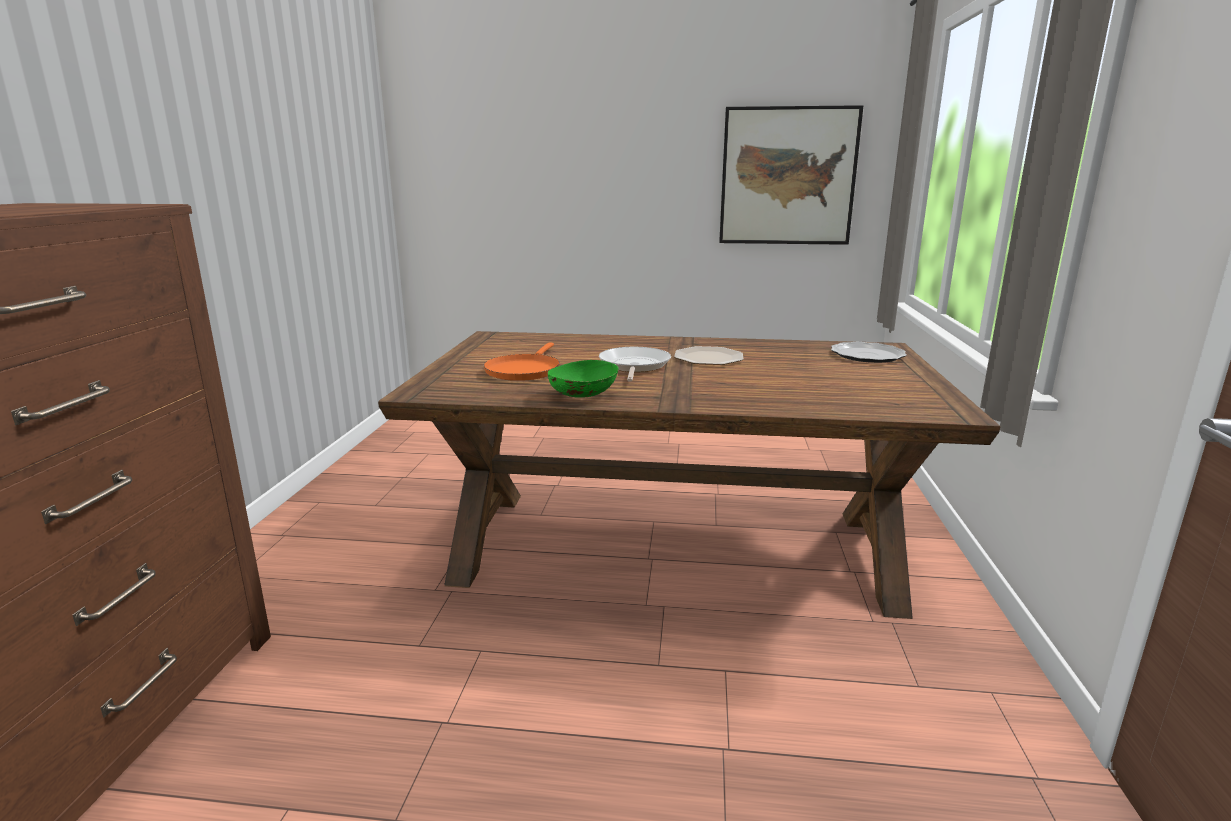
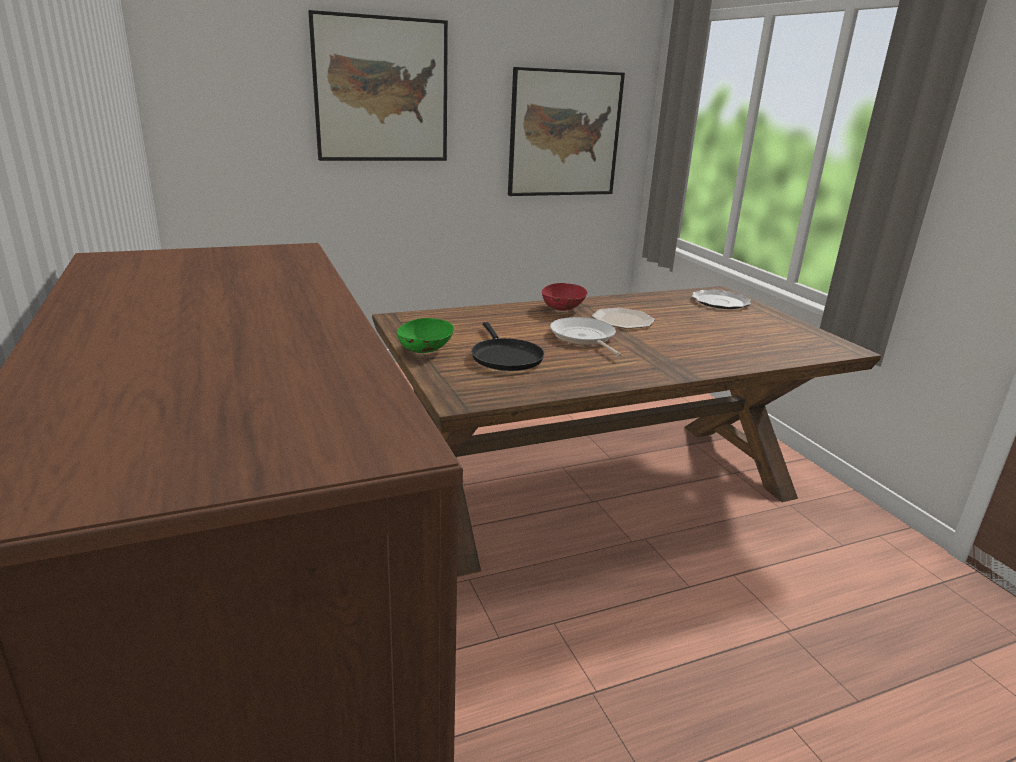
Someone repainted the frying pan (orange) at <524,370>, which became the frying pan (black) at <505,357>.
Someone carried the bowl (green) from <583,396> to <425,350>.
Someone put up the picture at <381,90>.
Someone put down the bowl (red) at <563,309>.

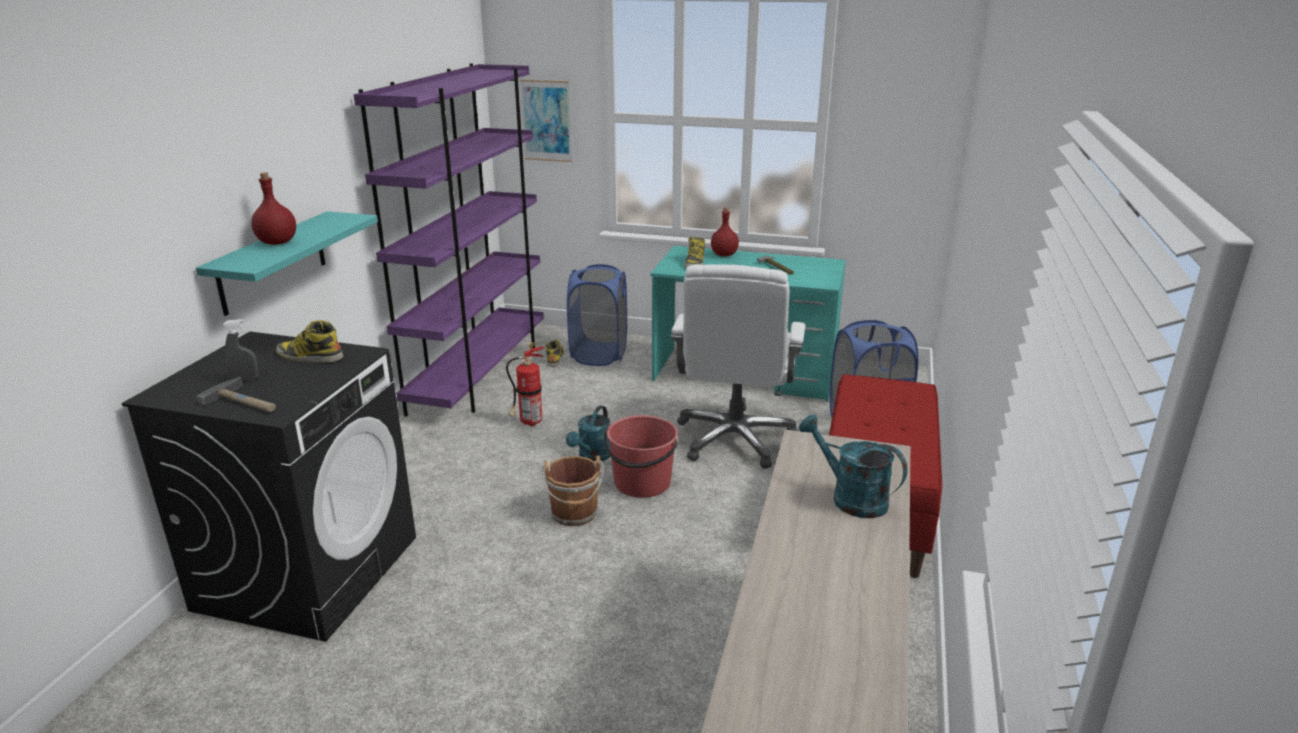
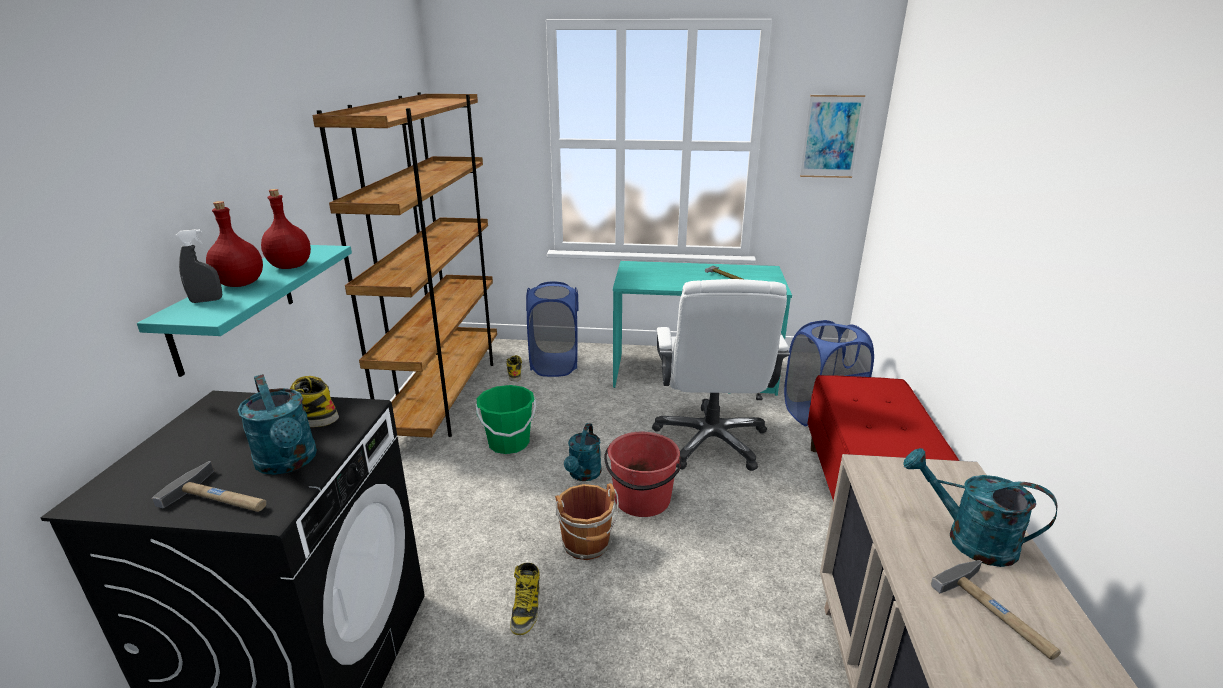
Someone carried the spray bottle (grey) from <245,379> to <207,300>.
Someone repainted the bookcase (purple) at <479,375>, which became the bookcase (brown) at <446,395>.
Someone swapped the fire extinguisher at <528,423> for the bucket (green) at <509,443>.
Someone carried the picture from <546,121> to <831,137>.
Someone carried the boot from <694,263> to <526,607>.
Someone carried the bottle (red) from <724,254> to <291,266>.
Someone put down the watering can (turquoise) at <289,462>.
Someone put down the hammer at <999,613>.

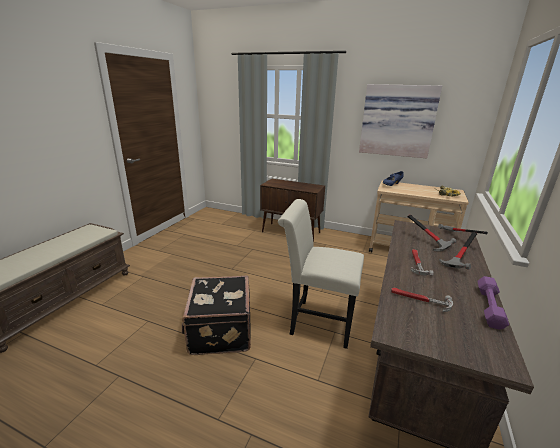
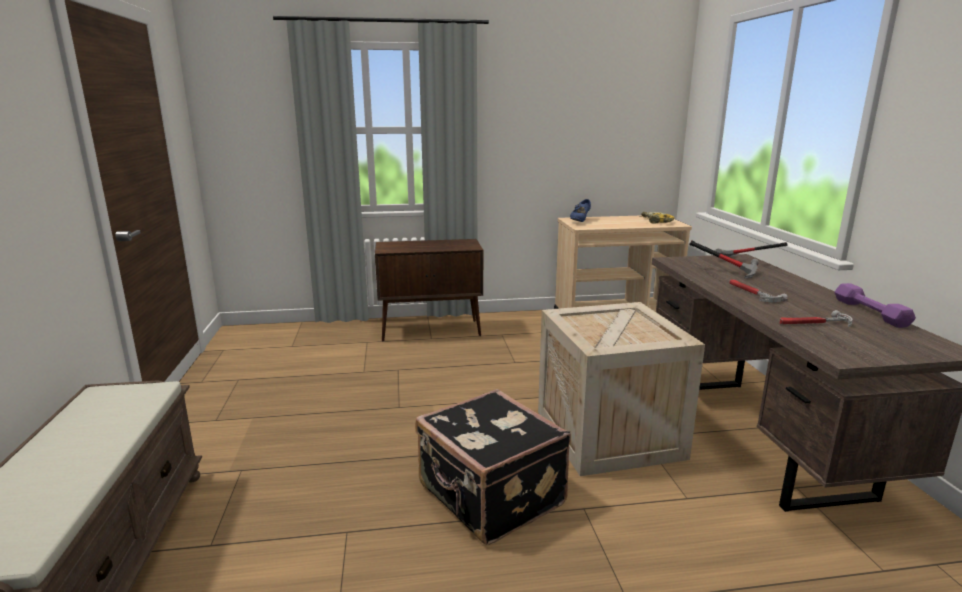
Someone swapped the chair (white) at <317,321> for the crate at <606,433>.
Someone took away the picture at <397,121>.
Someone took away the hammer at <461,262>.

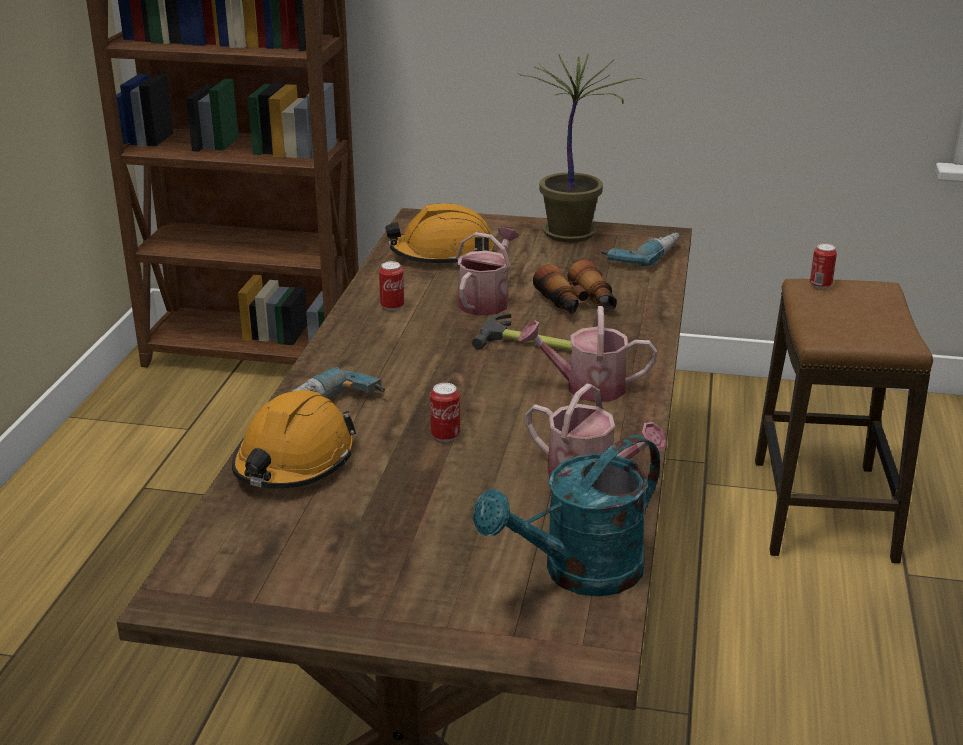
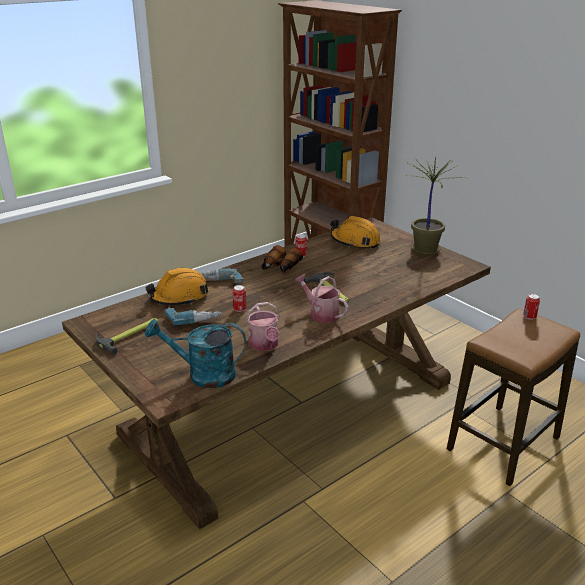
Someone took away the watering can at <486,300>.
Someone carried the binoculars from <578,305> to <280,267>.
Someone carried the power drill from <642,255> to <193,318>.
Someone put down the hammer at <130,335>.

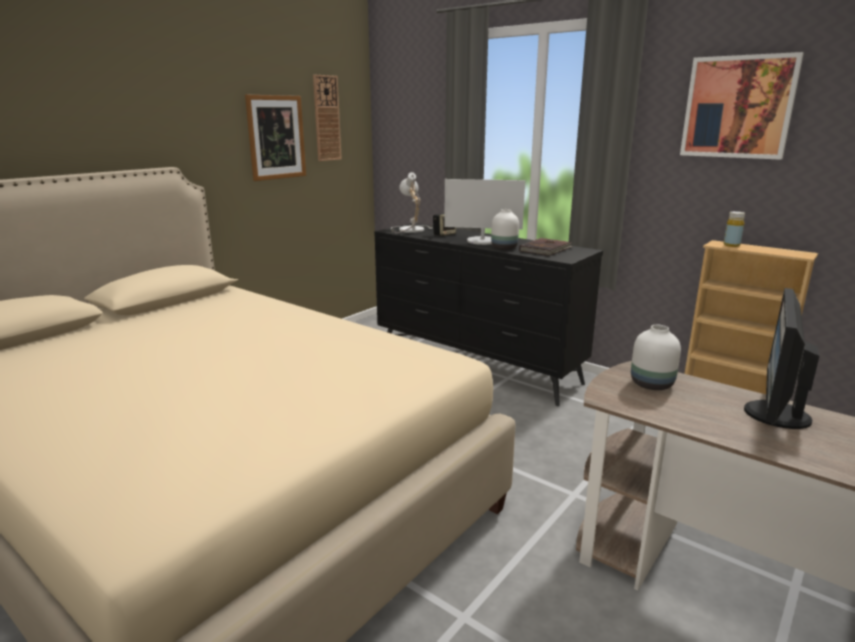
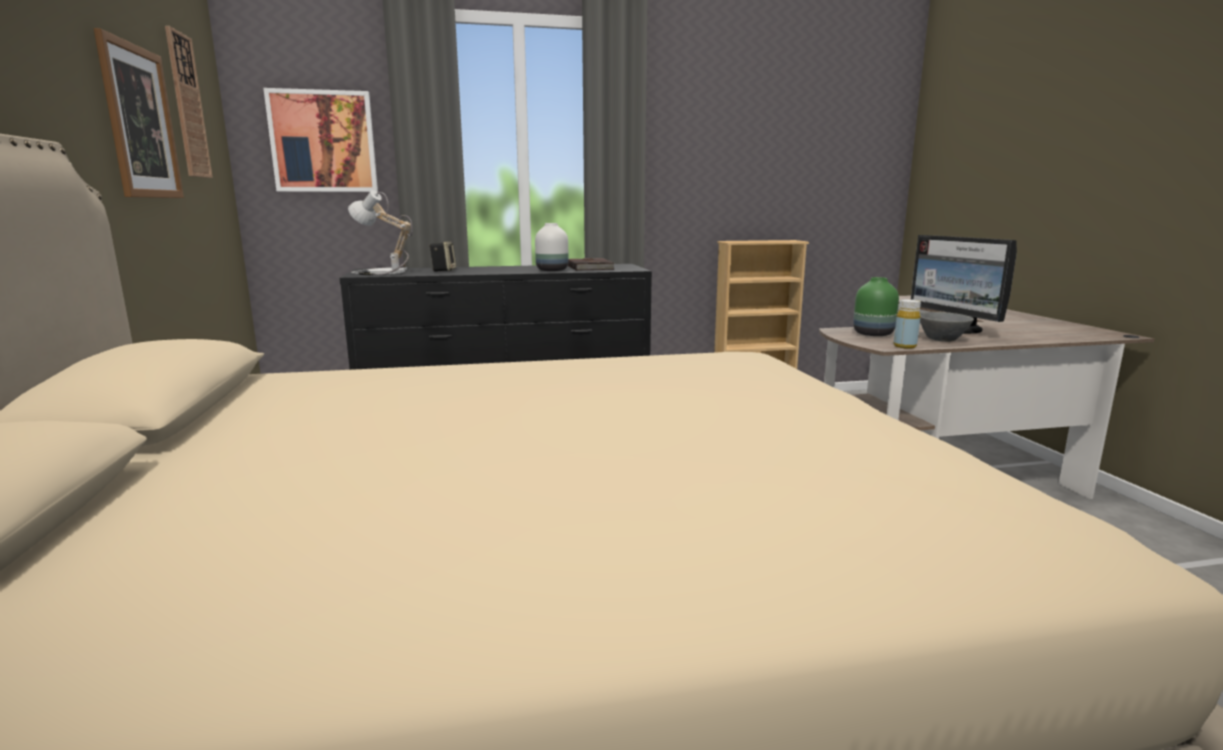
Someone took away the monitor at <482,241>.
Someone repainted the vase (white) at <650,384>, which became the vase (green) at <872,334>.
Someone carried the picture from <738,107> to <323,142>.
Someone carried the bottle (yellow) from <731,245> to <904,346>.
Someone put down the bowl (grey) at <941,339>.

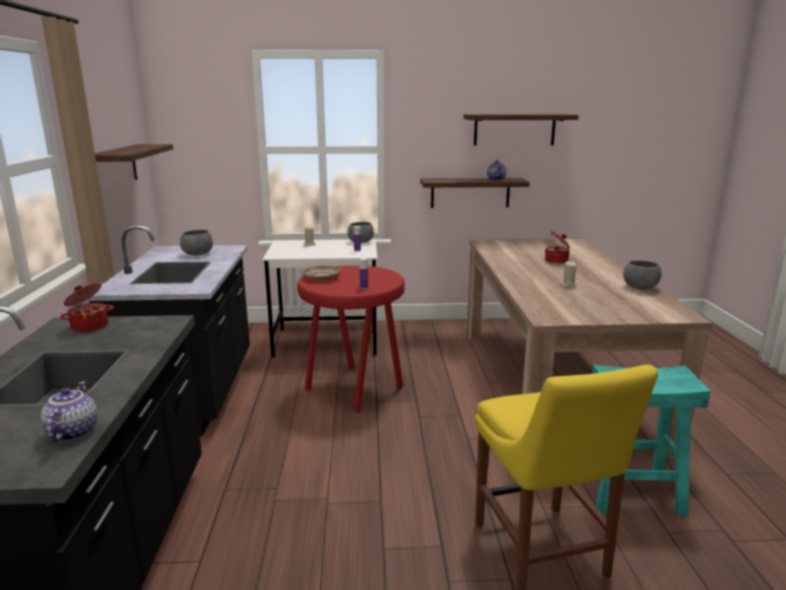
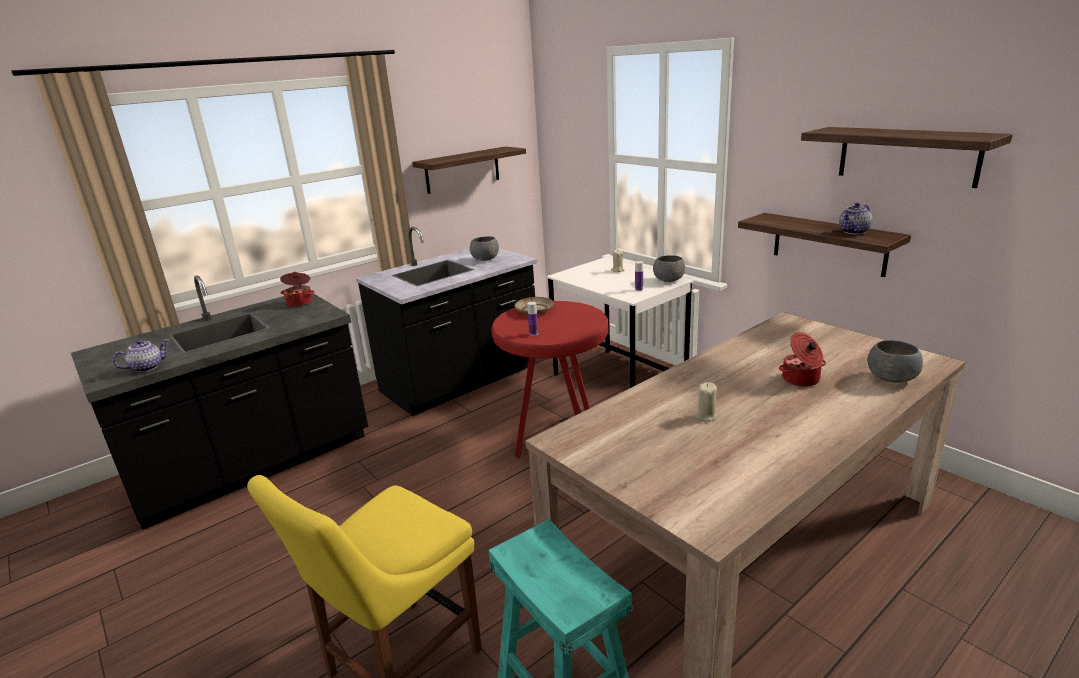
Someone carried the bowl (grey) from <640,287> to <892,378>.

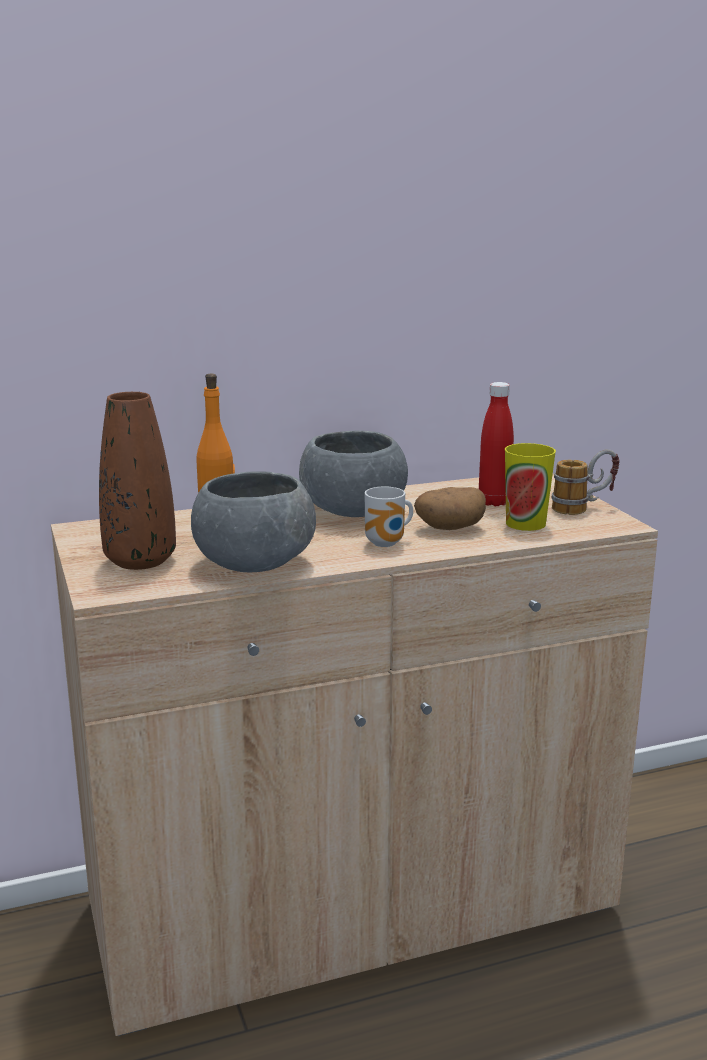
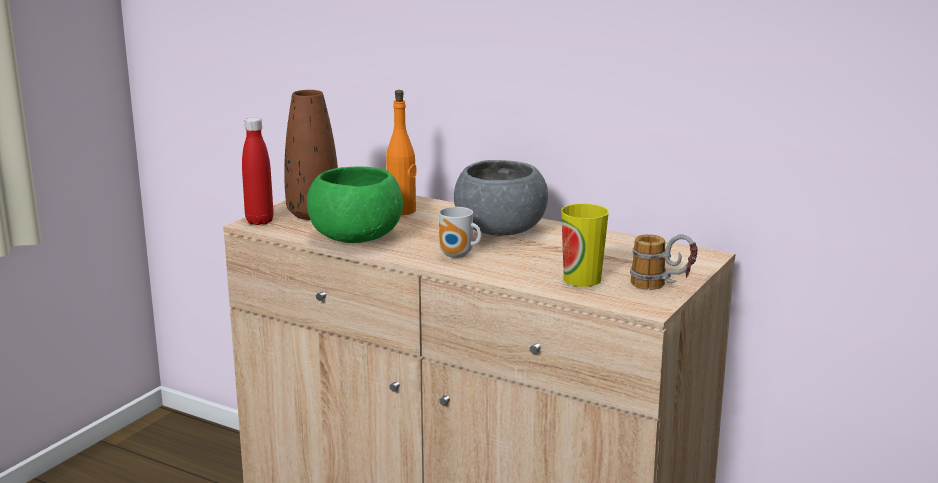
Someone repainted the bowl (grey) at <254,564>, which became the bowl (green) at <356,237>.
Someone took away the potato at <449,528>.
Someone carried the bottle (red) from <494,502> to <259,221>.

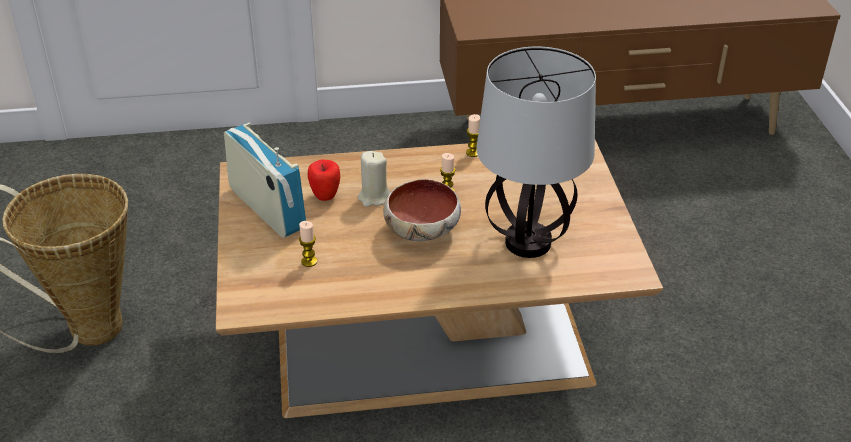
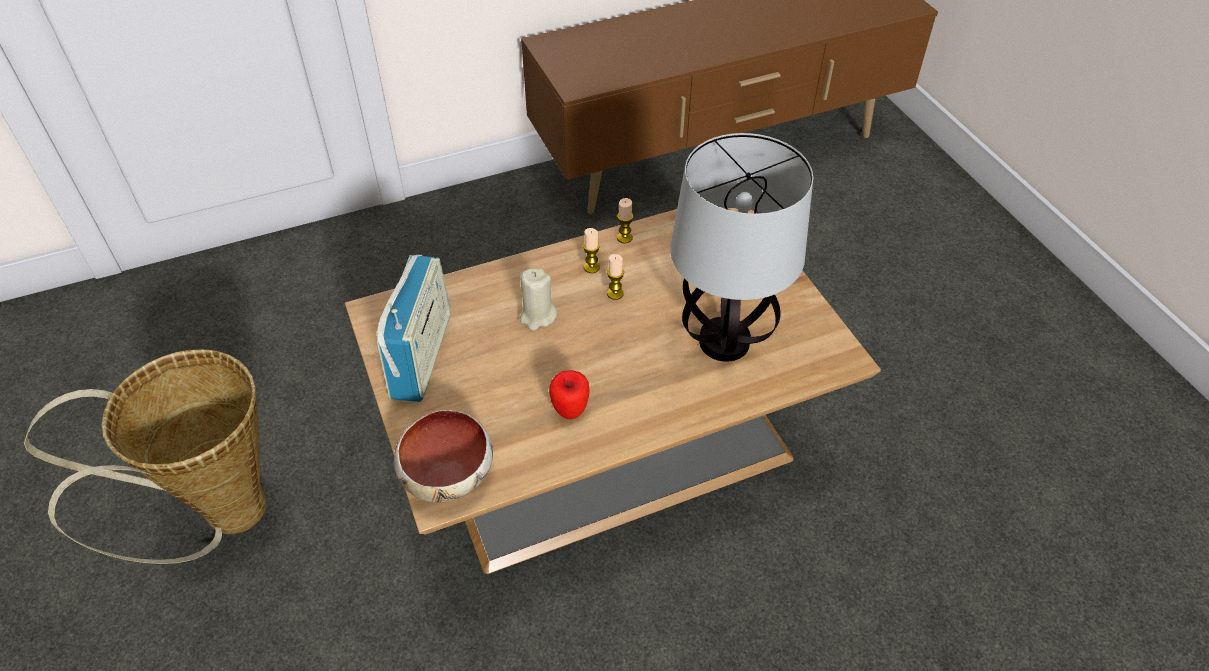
Someone rotated the radio at <267,209> by 60 degrees clockwise.
Someone carried the candle from <309,261> to <591,267>.
Someone carried the apple from <325,196> to <570,410>.
Someone carried the bowl from <422,229> to <447,472>.

